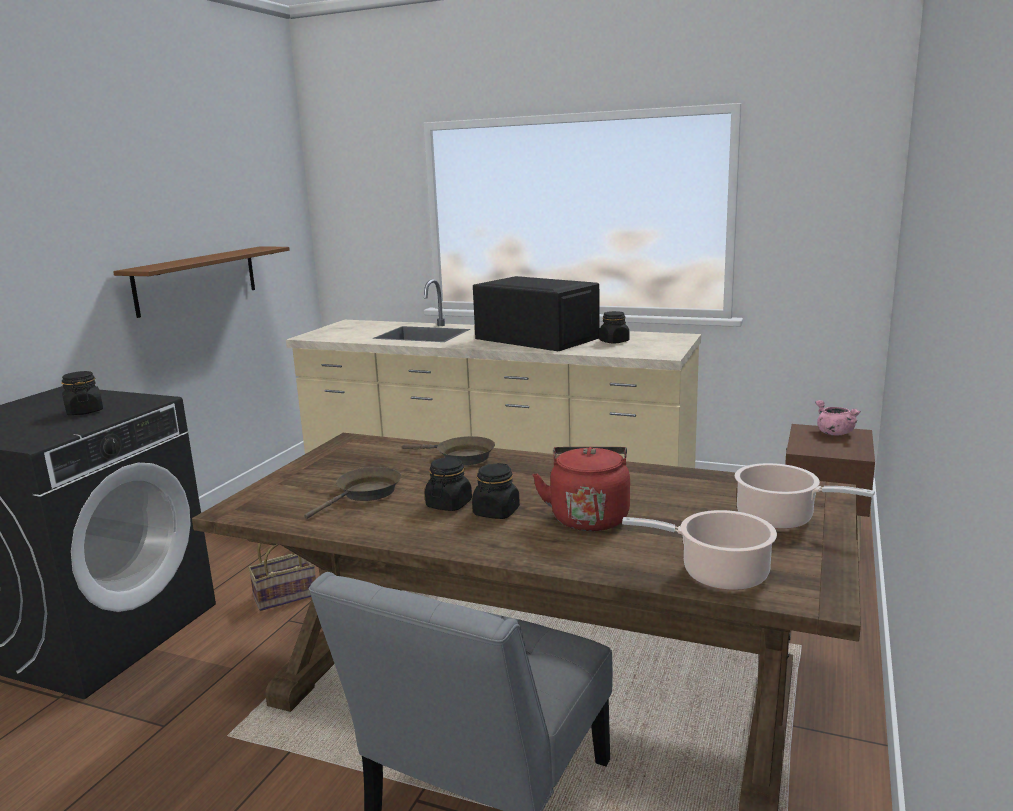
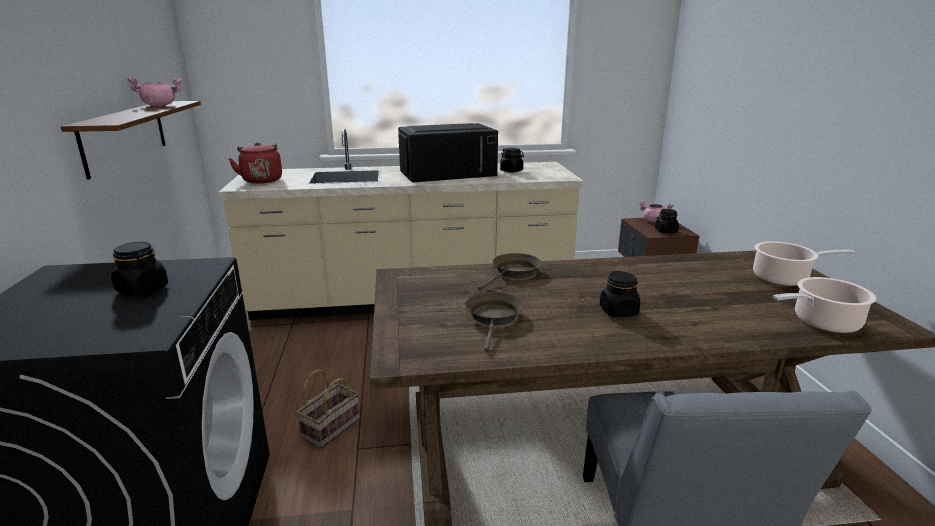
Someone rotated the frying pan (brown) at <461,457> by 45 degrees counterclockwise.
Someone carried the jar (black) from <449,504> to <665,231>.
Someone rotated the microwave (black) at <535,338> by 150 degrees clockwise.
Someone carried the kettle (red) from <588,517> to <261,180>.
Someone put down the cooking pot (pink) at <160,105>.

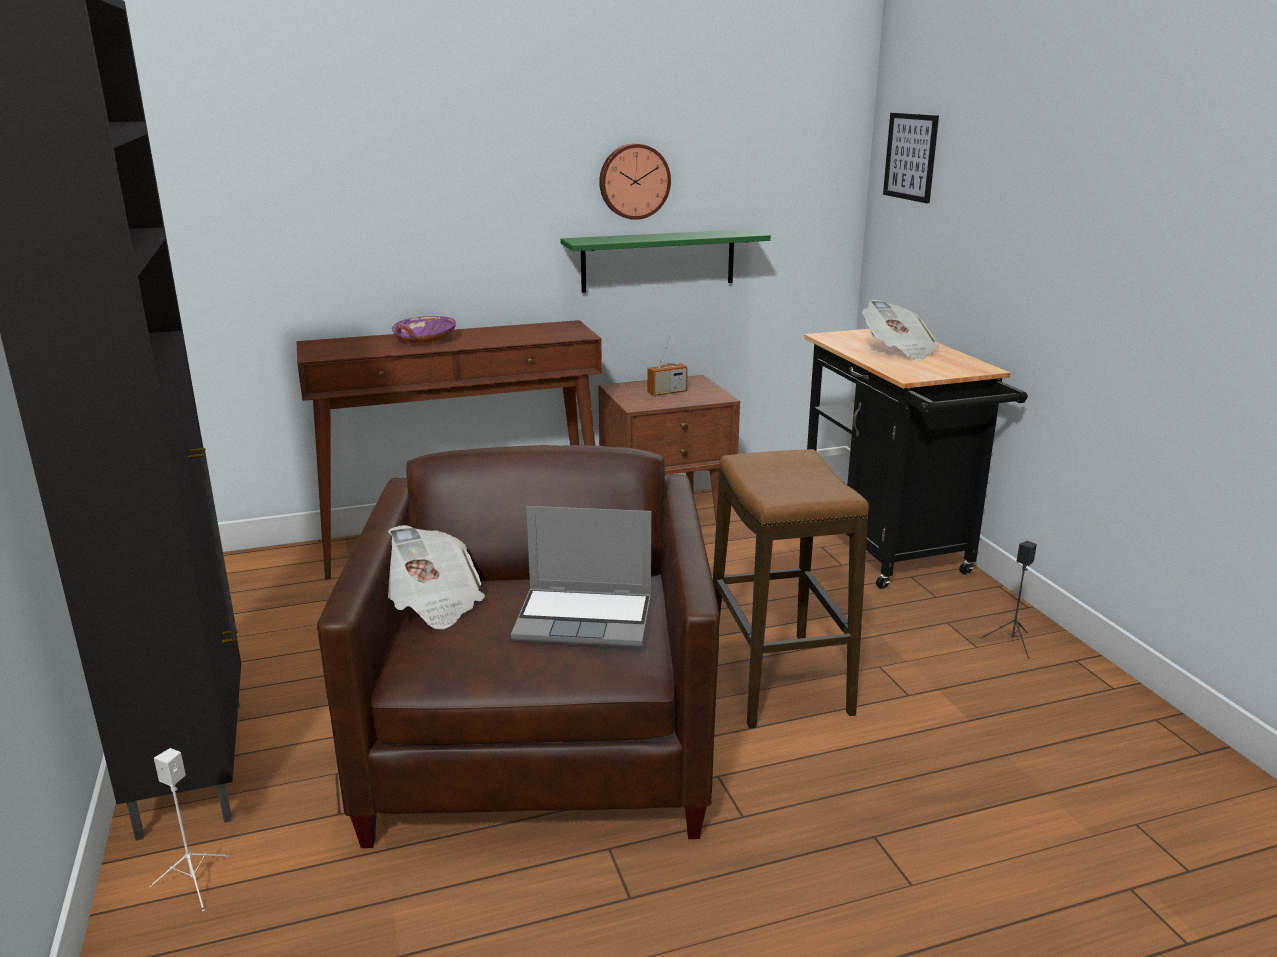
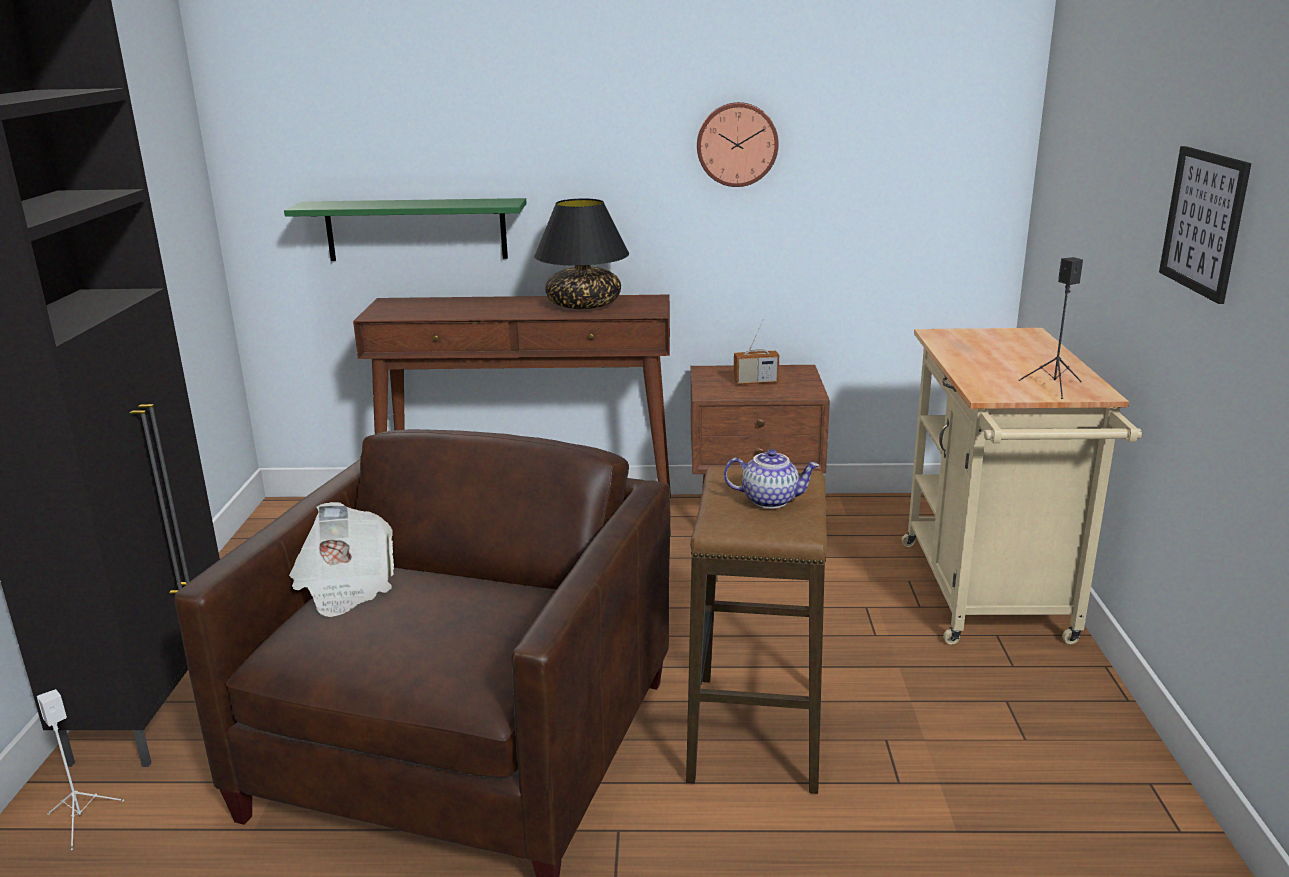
Someone took away the bowl (purple) at <424,340>.
Someone took away the laptop at <586,619>.
Someone carried the shelf (green) from <658,260> to <416,229>.
Someone repainted the cart (black) at <889,551>, which became the cart (beige) at <989,598>.
Someone took away the newspaper at <898,351>.
Someone carried the picture from <910,157> to <1204,222>.
Someone carried the speaker (black) from <1012,643> to <1054,387>.
Someone put down the table lamp (black) at <584,305>.
Someone put down the teapot at <770,500>.

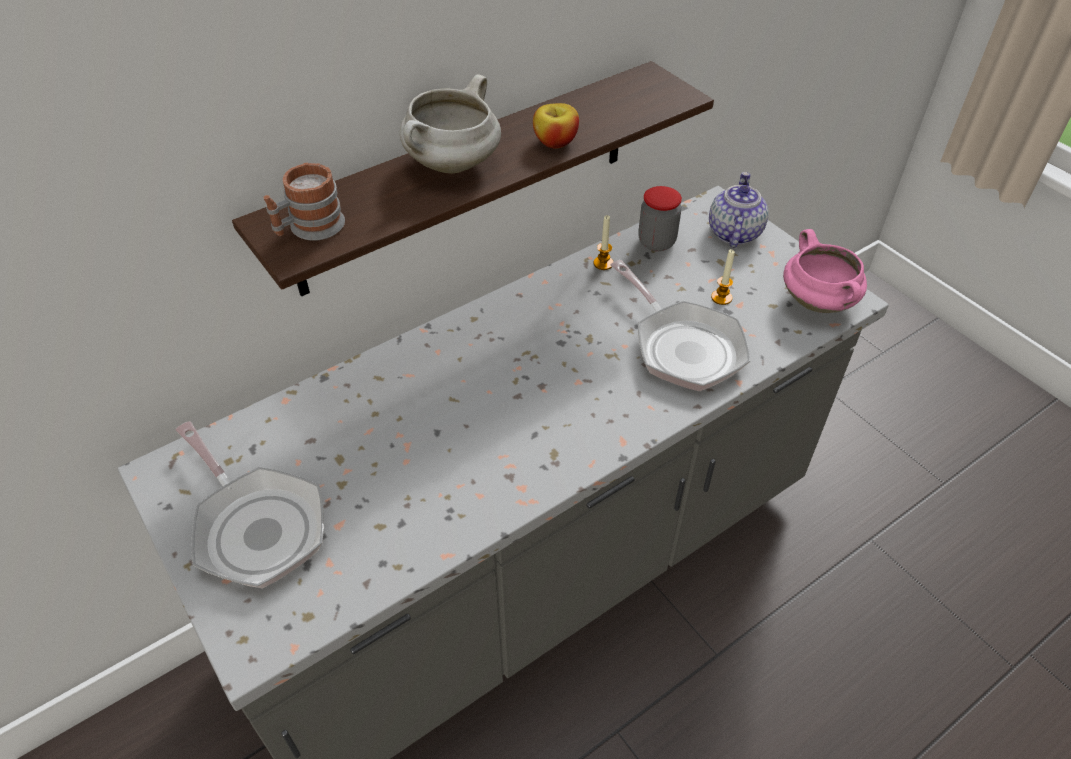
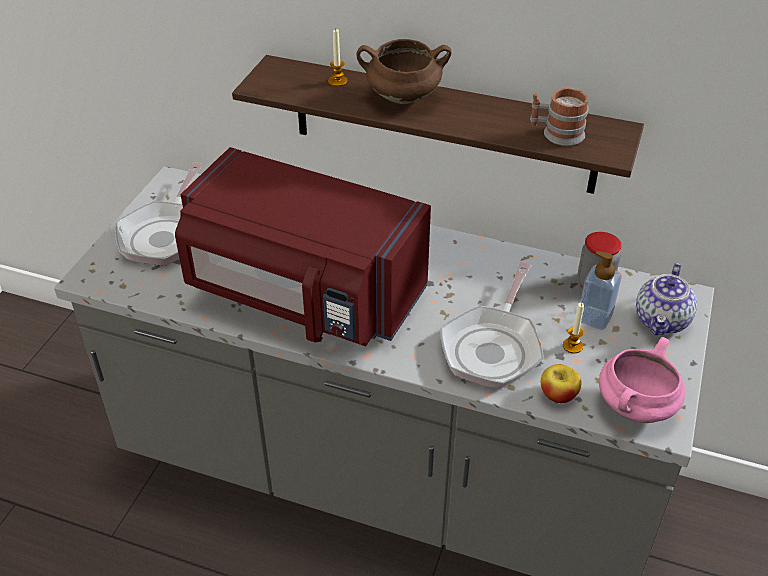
Someone carried the mug from <309,228> to <556,134>.
Someone repainted the cooking pot (white) at <452,165>, which became the cooking pot (brown) at <402,98>.
Someone carried the apple from <555,142> to <558,395>.
Someone carried the candle from <603,263> to <337,81>.
Someone rotated the teapot at <733,232> by 135 degrees clockwise.
Someone put down the microwave (red) at <302,295>.
Someone put down the soap dispenser at <594,318>.

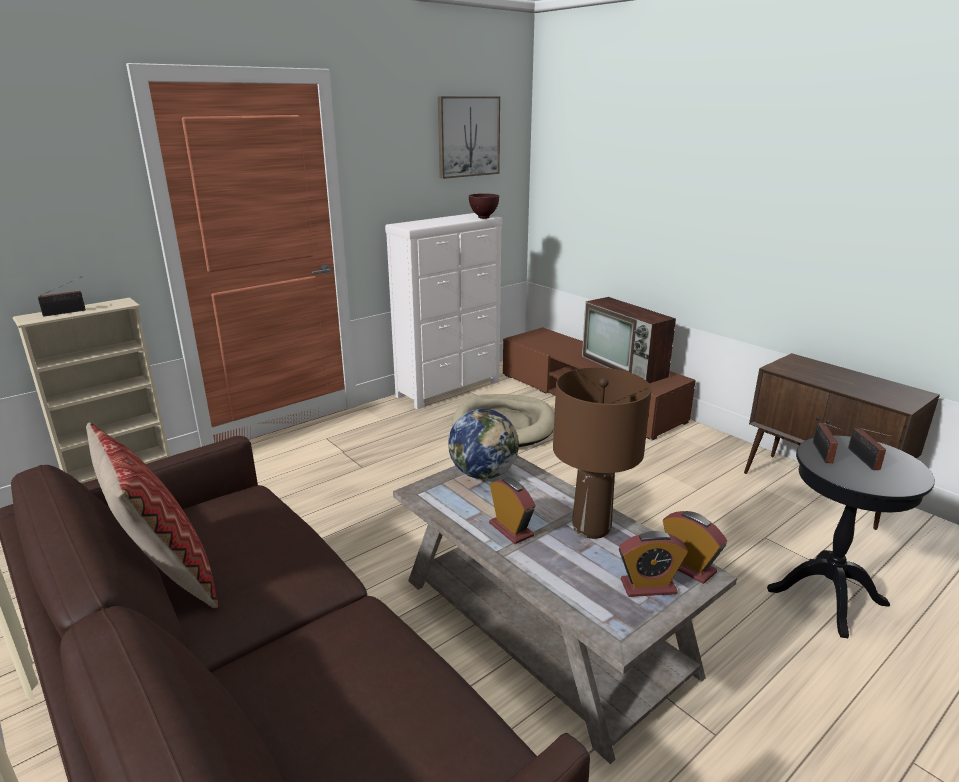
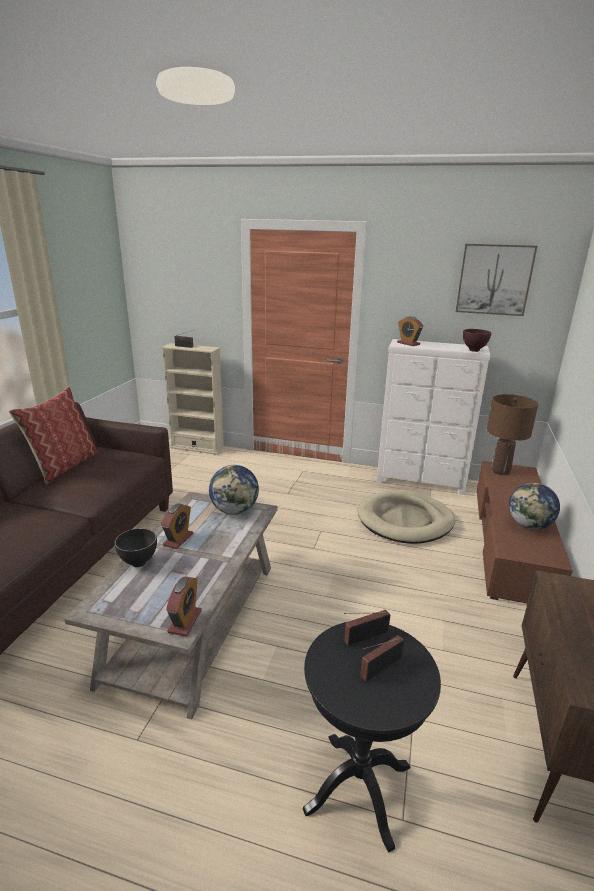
Someone carried the table lamp (brown) from <591,527> to <500,471>.
Someone swapped the television at <625,367> for the globe at <529,525>.
Someone carried the alarm clock from <648,586> to <408,343>.
Someone put down the bowl (black) at <139,563>.

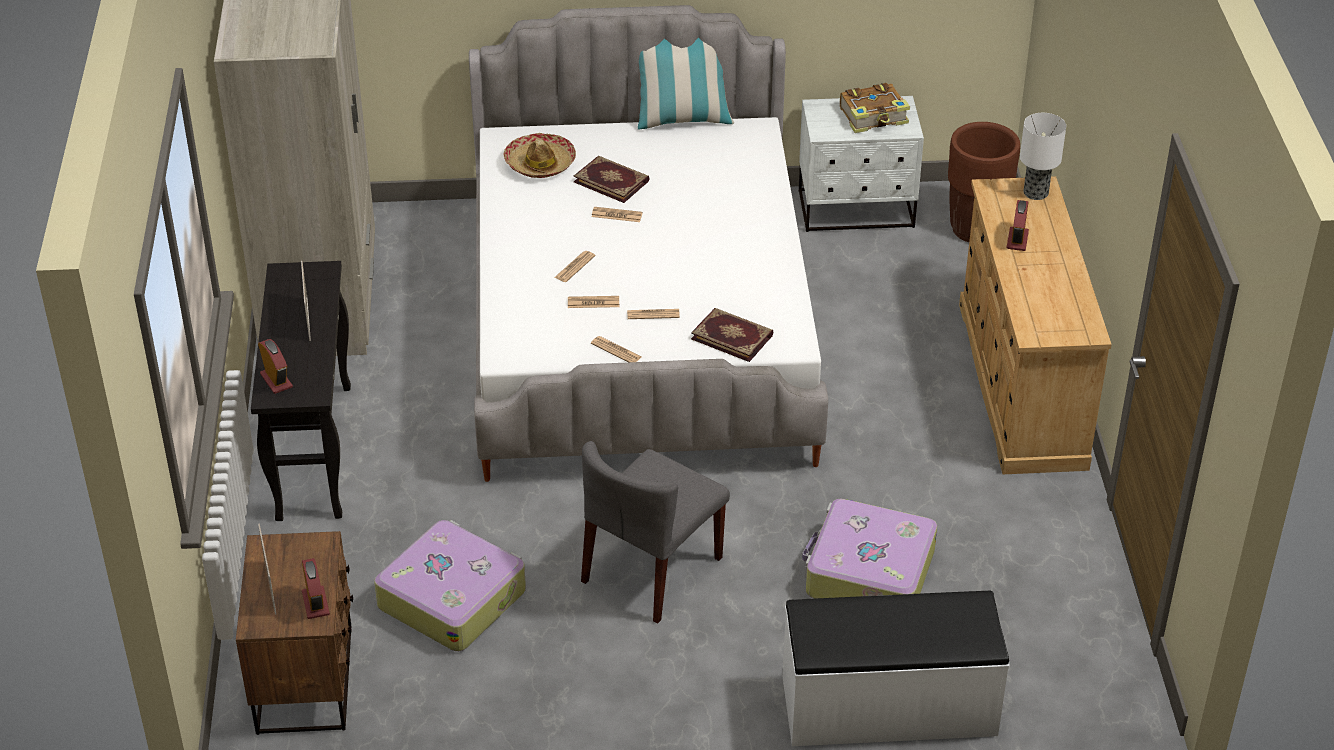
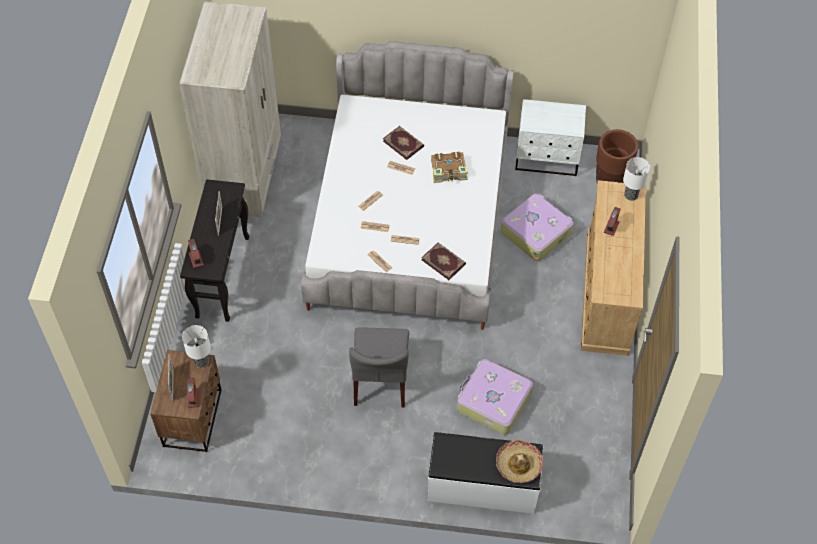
Someone carried the suitcase from <452,598> to <535,232>.
Someone carried the hat from <540,164> to <518,464>.
Someone rotated the chair (grey) at <652,571> by 45 degrees counterclockwise.
Someone took away the pillow at <682,119>.
Someone carried the book from <874,117> to <449,171>.
Someone put down the table lamp at <200,361>.

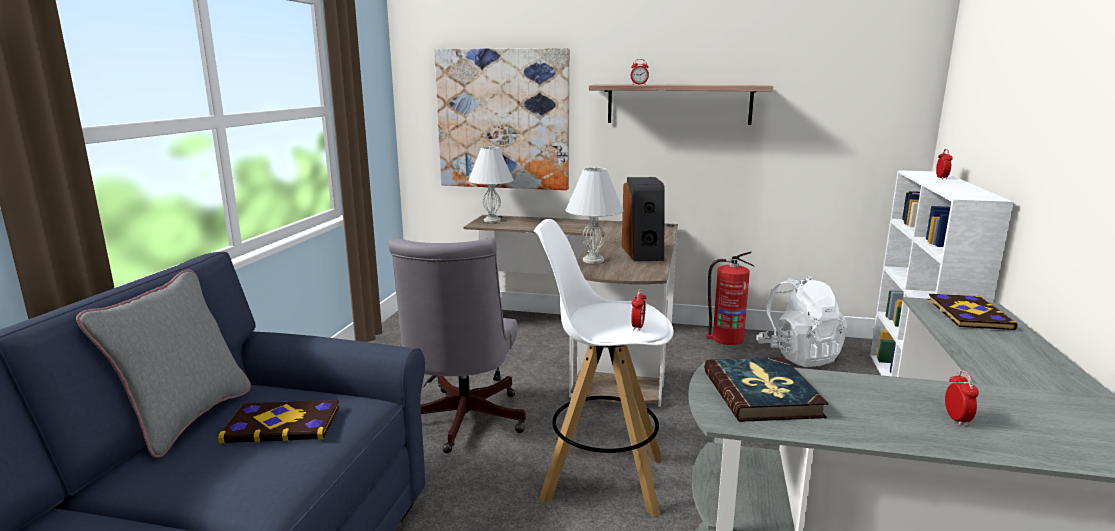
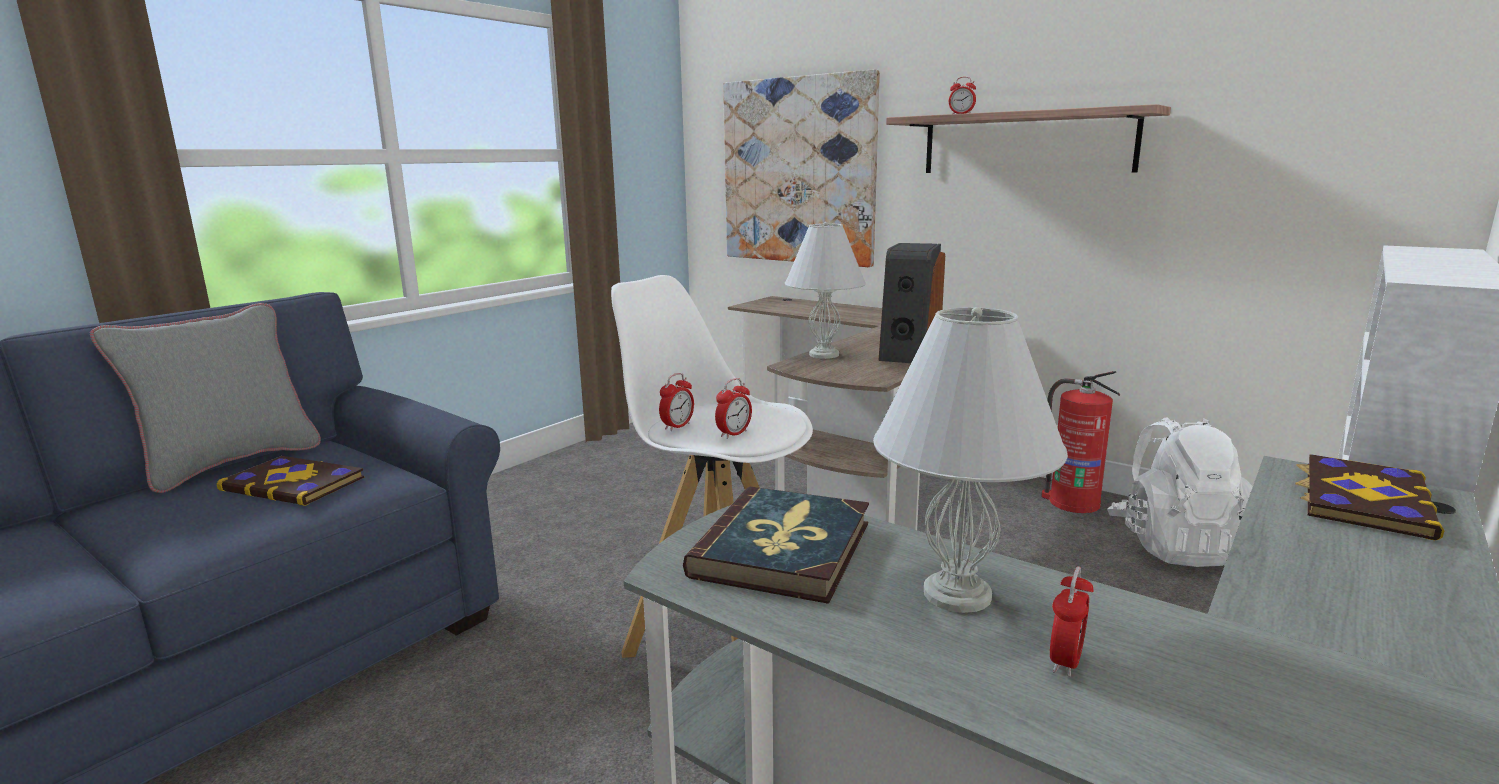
Someone took away the office chair (grey) at <461,423>.
Someone carried the table lamp (white) from <492,220> to <956,593>.
Someone carried the alarm clock from <941,178> to <677,426>.

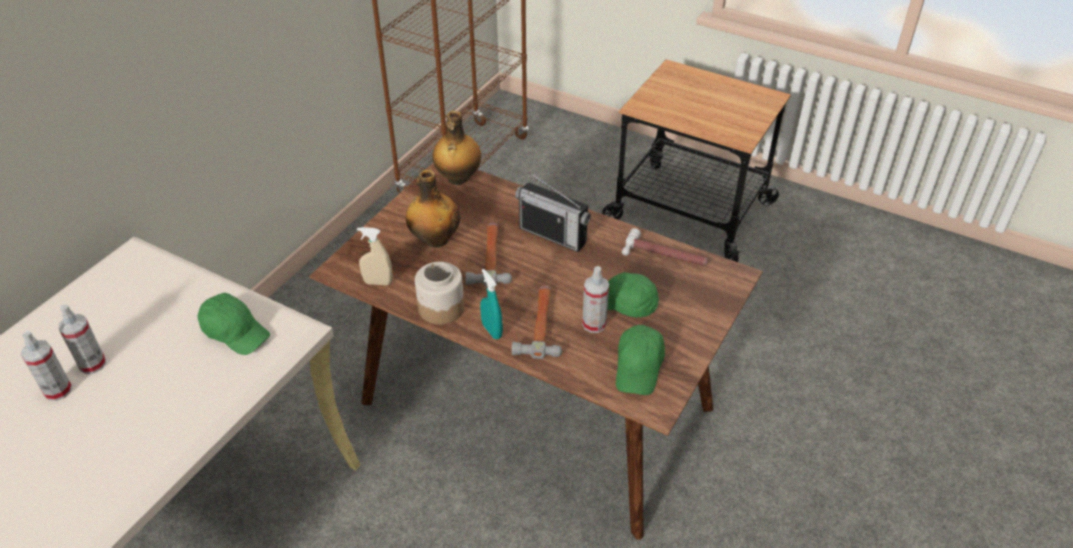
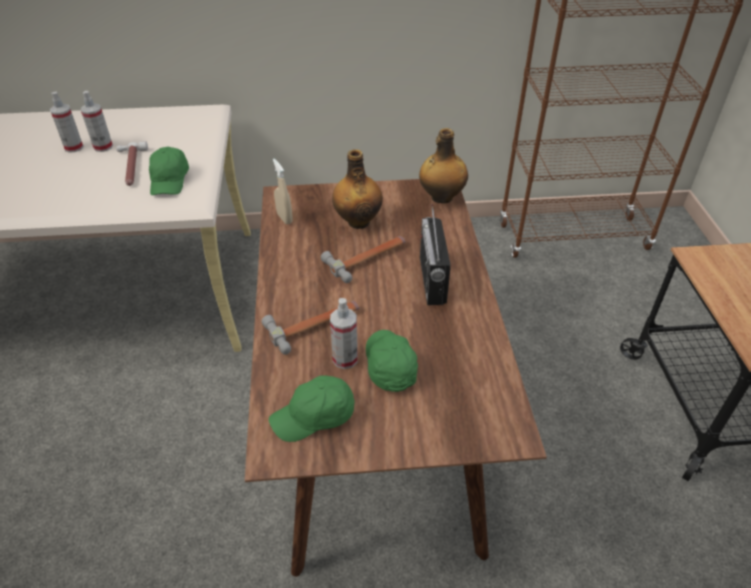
Someone took away the jar at <441,308>.
Someone took away the spray bottle (turquoise) at <492,331>.
Someone carried the hammer from <665,256> to <131,168>.

